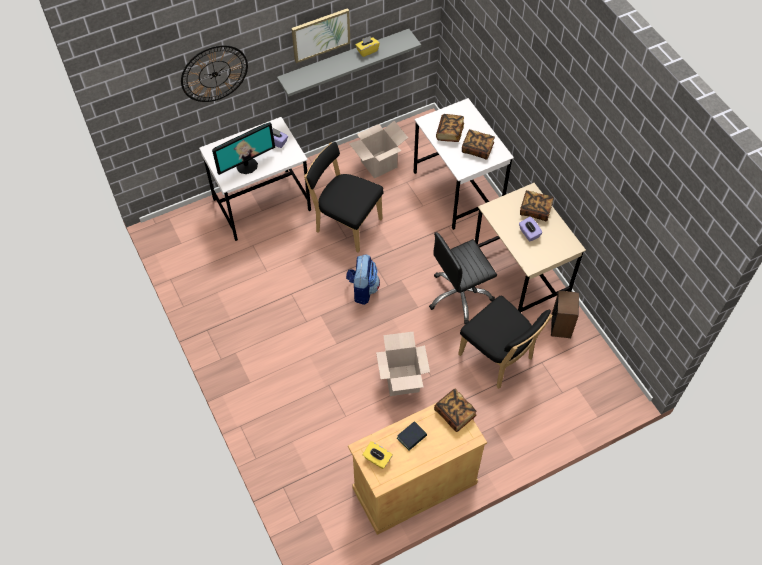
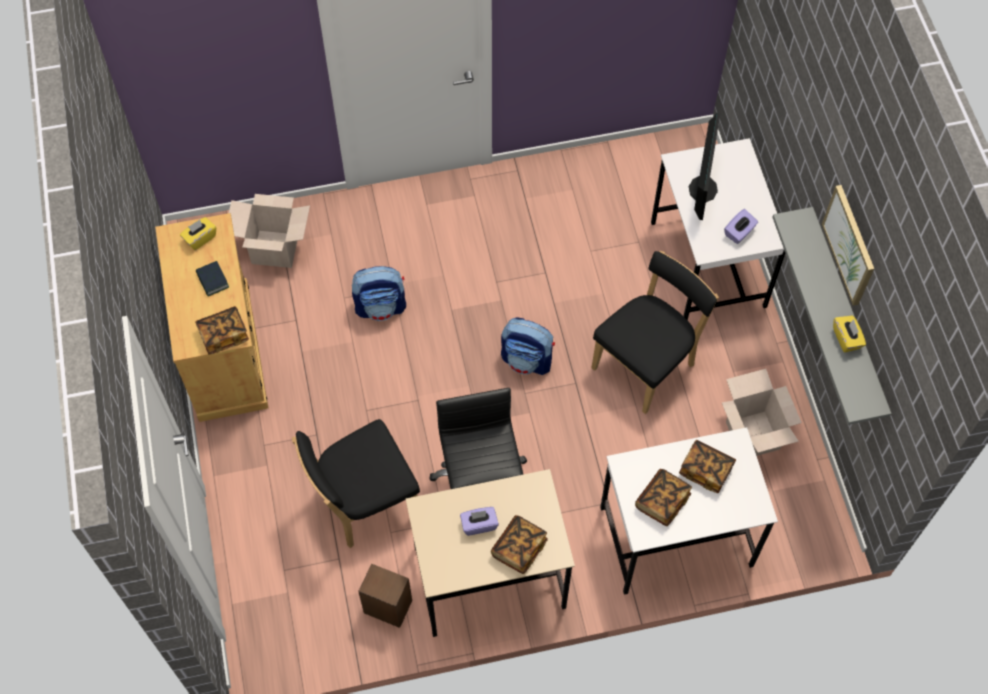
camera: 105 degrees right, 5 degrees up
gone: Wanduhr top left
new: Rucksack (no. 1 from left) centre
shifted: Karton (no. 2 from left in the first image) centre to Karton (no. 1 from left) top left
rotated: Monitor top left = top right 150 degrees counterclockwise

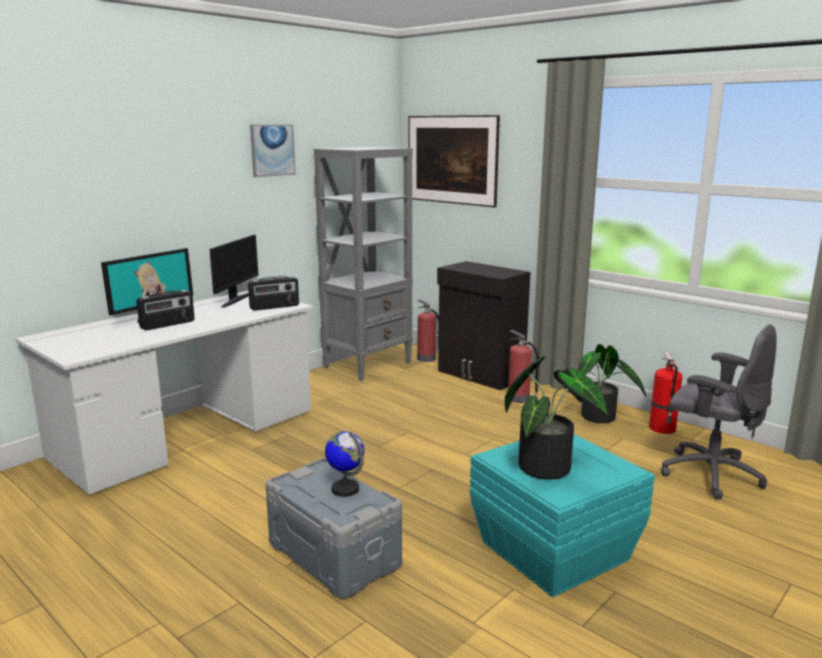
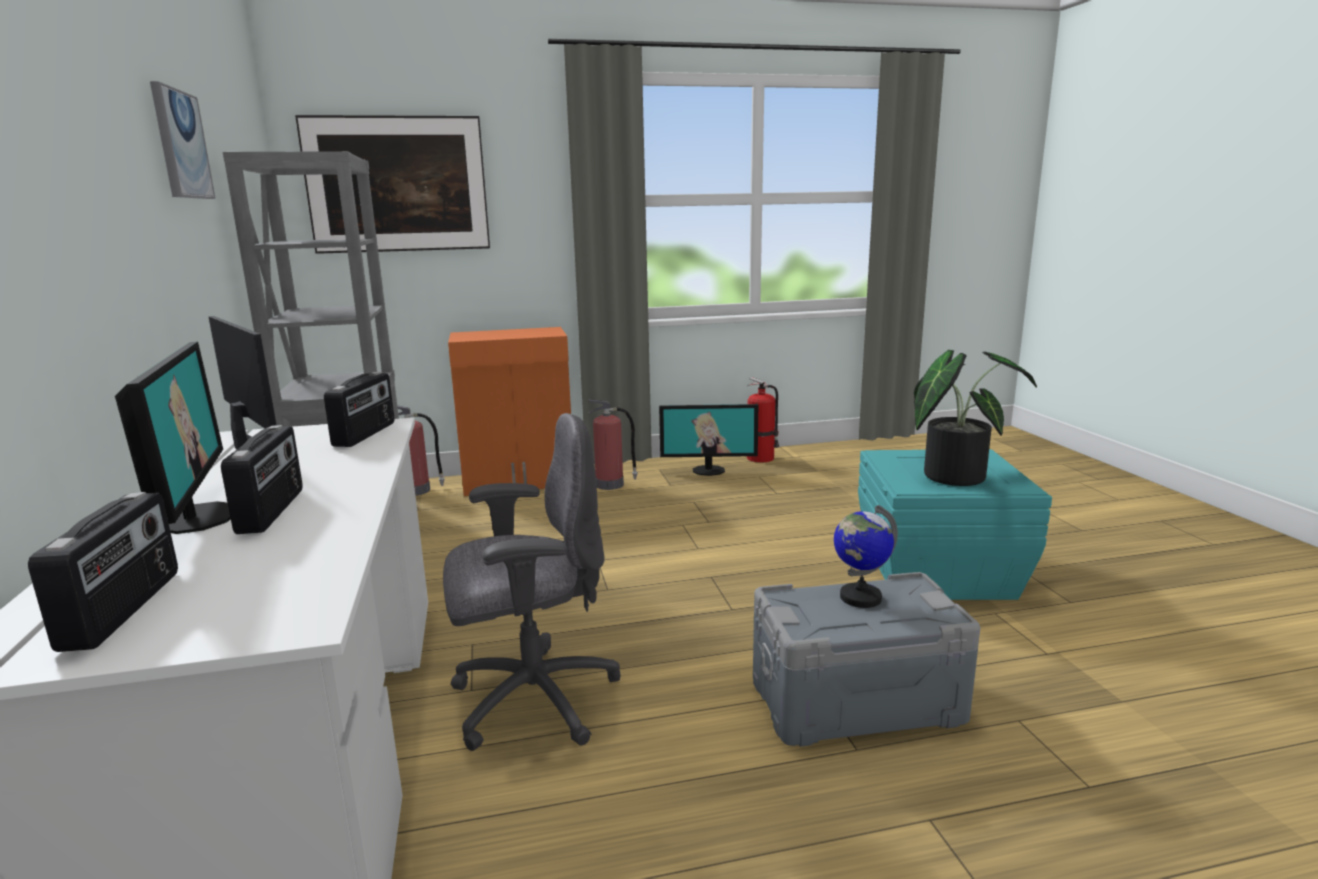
camera: 55 degrees left, 0 degrees up
new: Radio (no. 1 from left) middle left
shifted: Bürostuhl [grau] middle right to centre
swapped: Topfpflanze (no. 2 from left) middle right to Monitor (no. 3 from left) centre
repainted: Schrank [schwarz] centre to Schrank [orange] centre

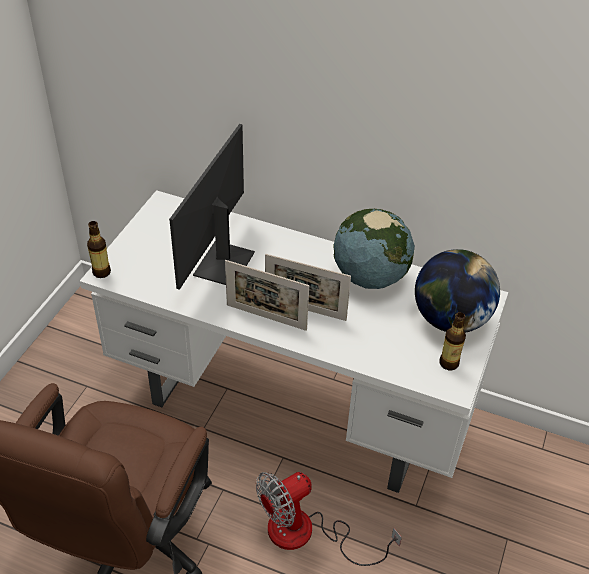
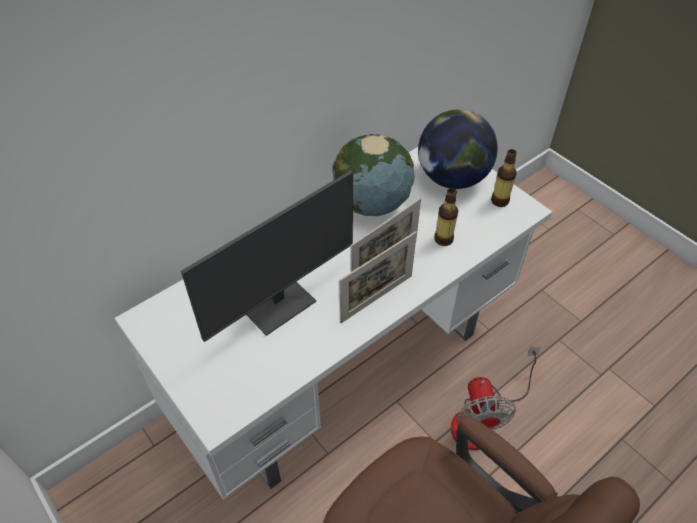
camera: 60 degrees left, 5 degrees up
shifted: Flasche (no. 1 from left) middle left to centre
rotated: Monitor centre = centre 90 degrees counterclockwise

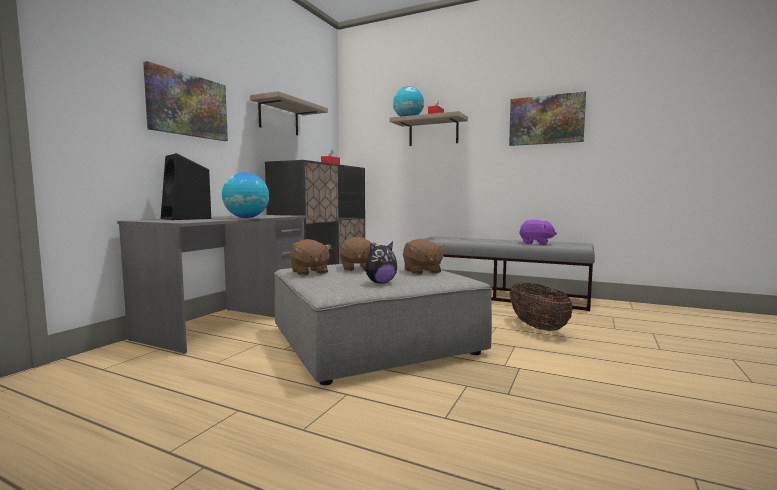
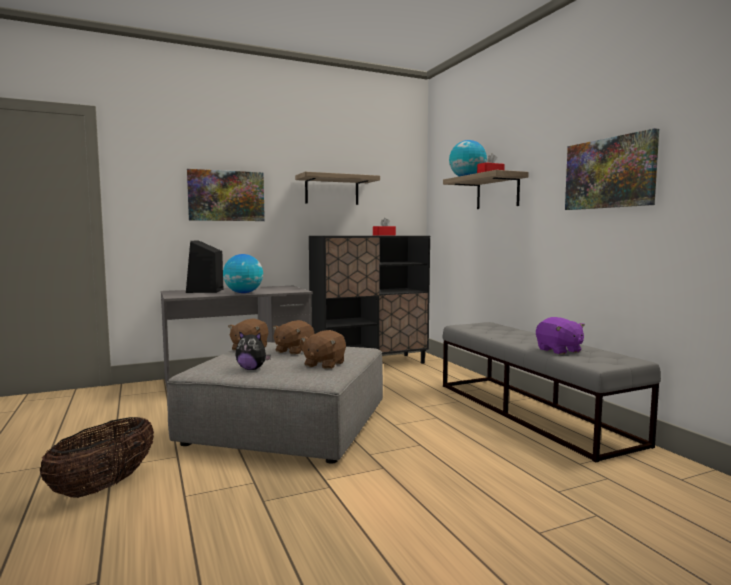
camera: 40 degrees right, 0 degrees up
shifted: Korb middle right to bottom left

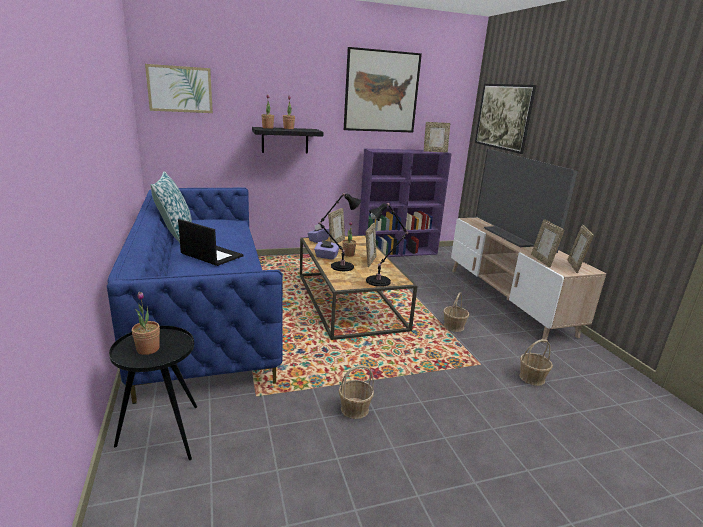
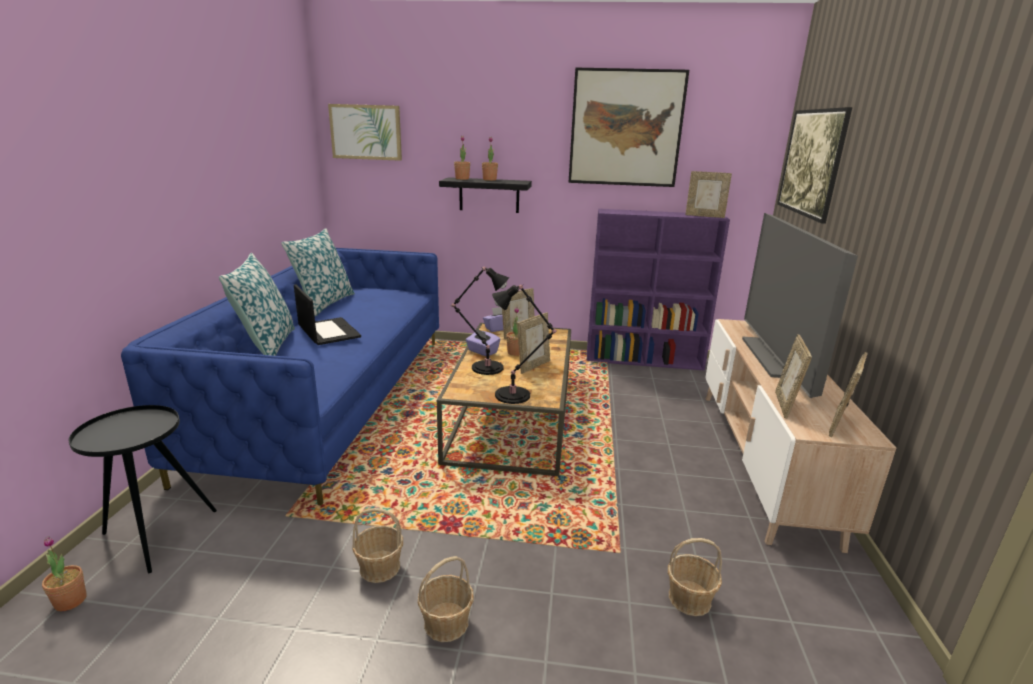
camera: 25 degrees right, 0 degrees up
new: Kissen (no. 1 from left) middle left
shifted: Topfpflanze (no. 1 from left) middle left to bottom left; Korb (no. 2 from left) centre to bottom centre

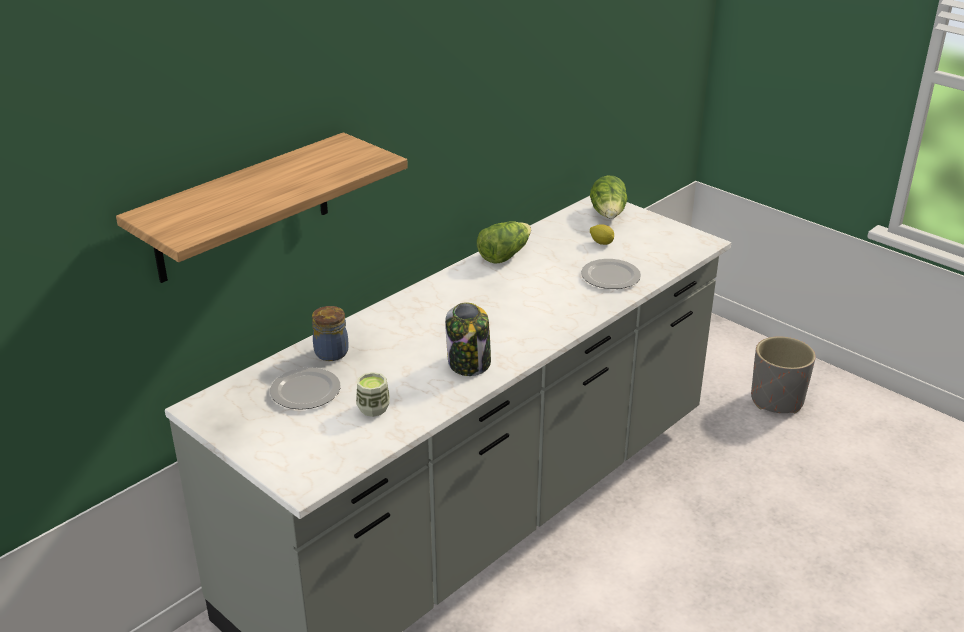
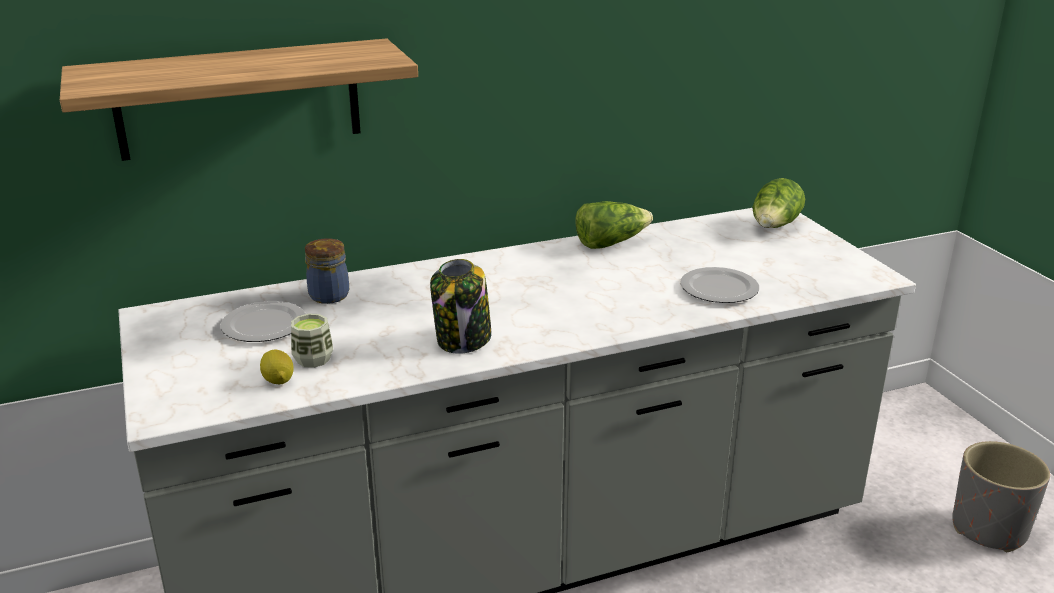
camera: 25 degrees right, 5 degrees down
shifted: Zitrone centre to middle left

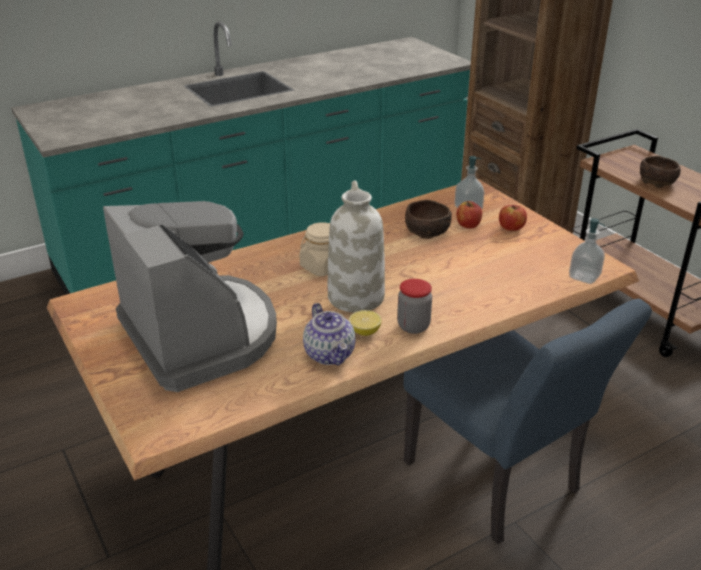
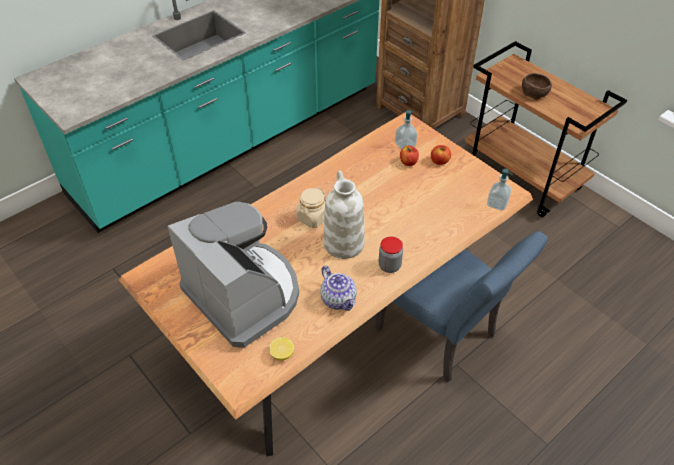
camera: 10 degrees left, 15 degrees up
gone: Schüssel [braun] (no. 1 from left) centre
shifted: Zitrone centre to bottom centre

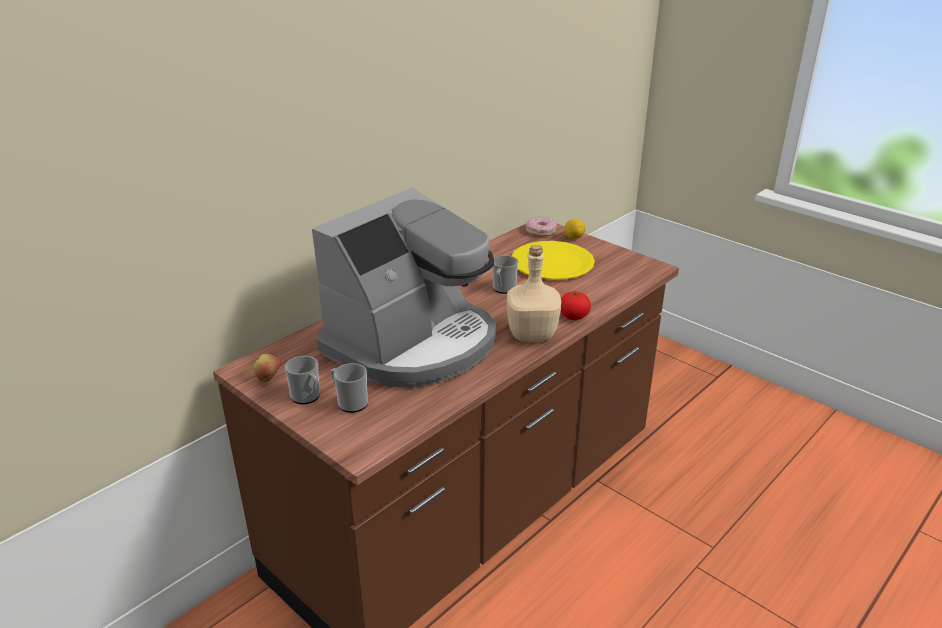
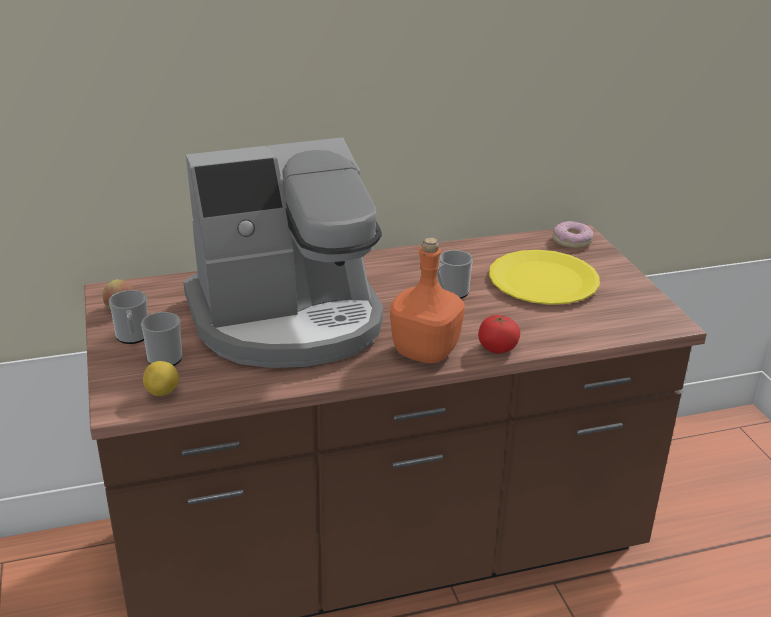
camera: 30 degrees right, 0 degrees up
shifted: Zitrone centre to middle left
repainted: Flasche [beige] centre to Flasche [orange] centre

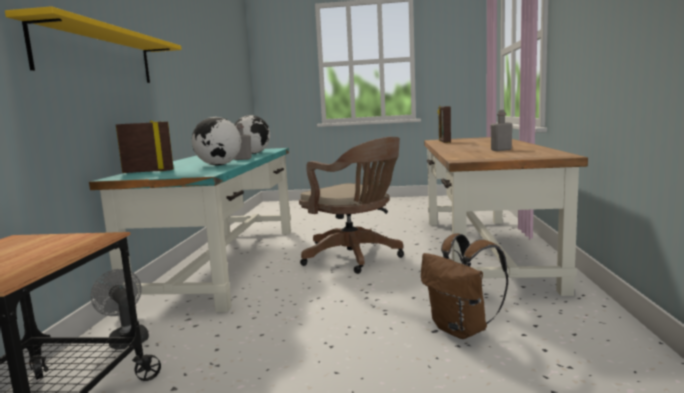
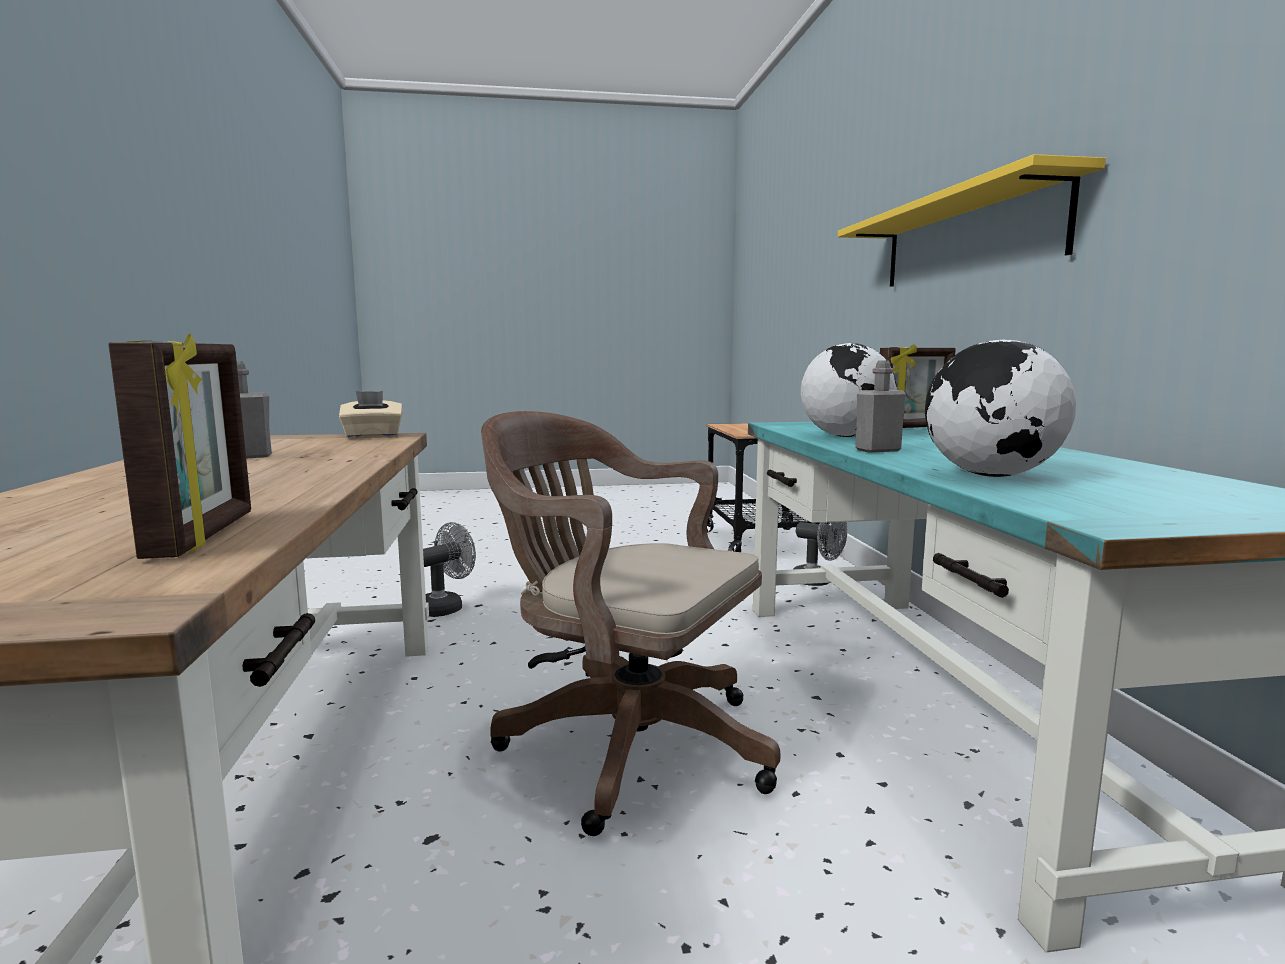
camera: 165 degrees right, 0 degrees up
new: Taschentuchbox [beige] middle left
swapped: Rucksack [braun] bottom right to Ventilator [grau] (no. 1 from left) centre

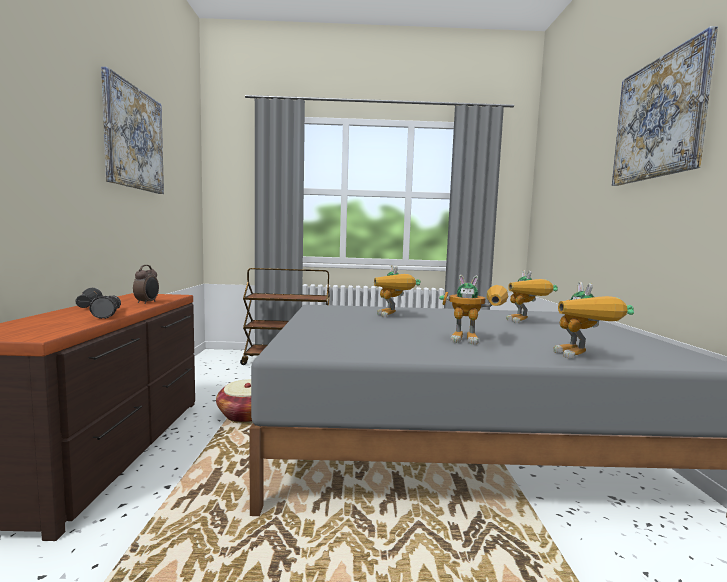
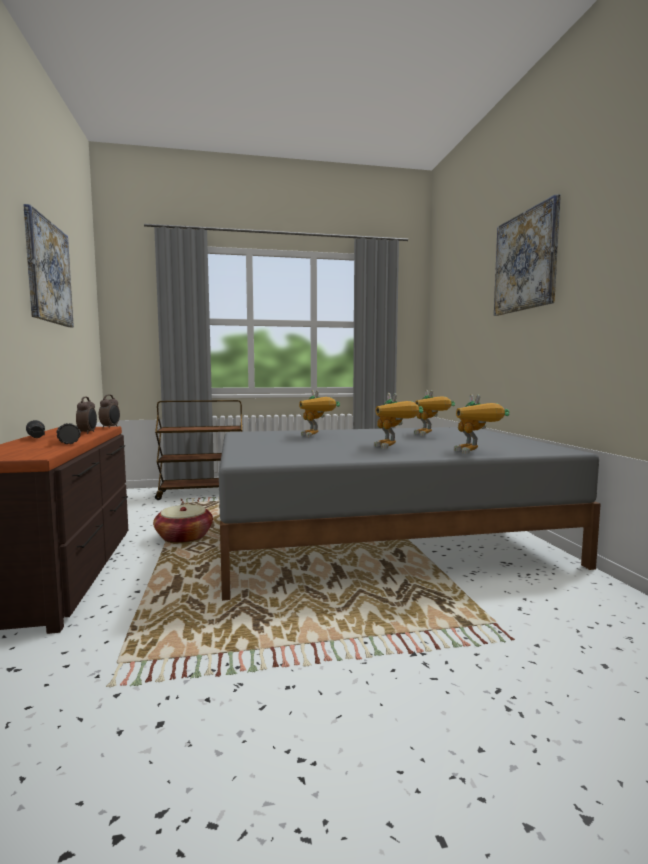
camera: 10 degrees left, 0 degrees up
new: Wecker (no. 2 from left) middle left
rotated: Spielzeugroboter (no. 2 from left) centre = centre 60 degrees clockwise

